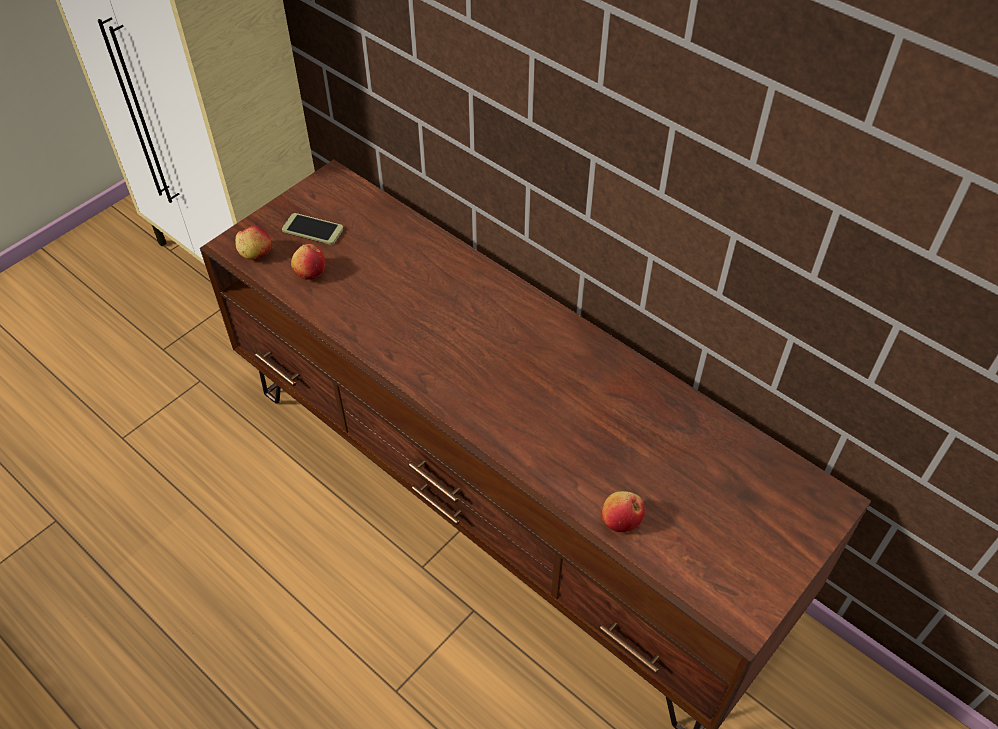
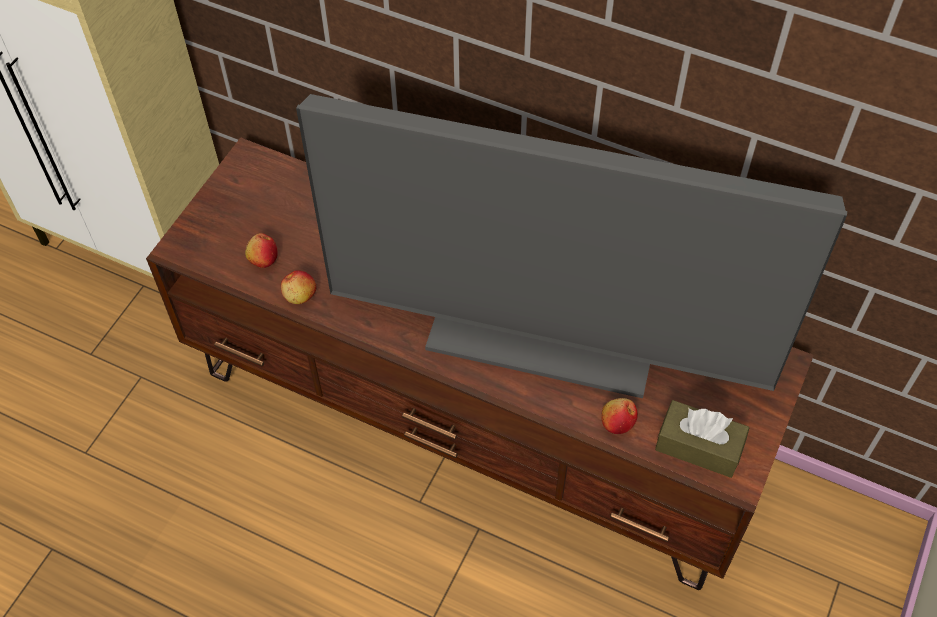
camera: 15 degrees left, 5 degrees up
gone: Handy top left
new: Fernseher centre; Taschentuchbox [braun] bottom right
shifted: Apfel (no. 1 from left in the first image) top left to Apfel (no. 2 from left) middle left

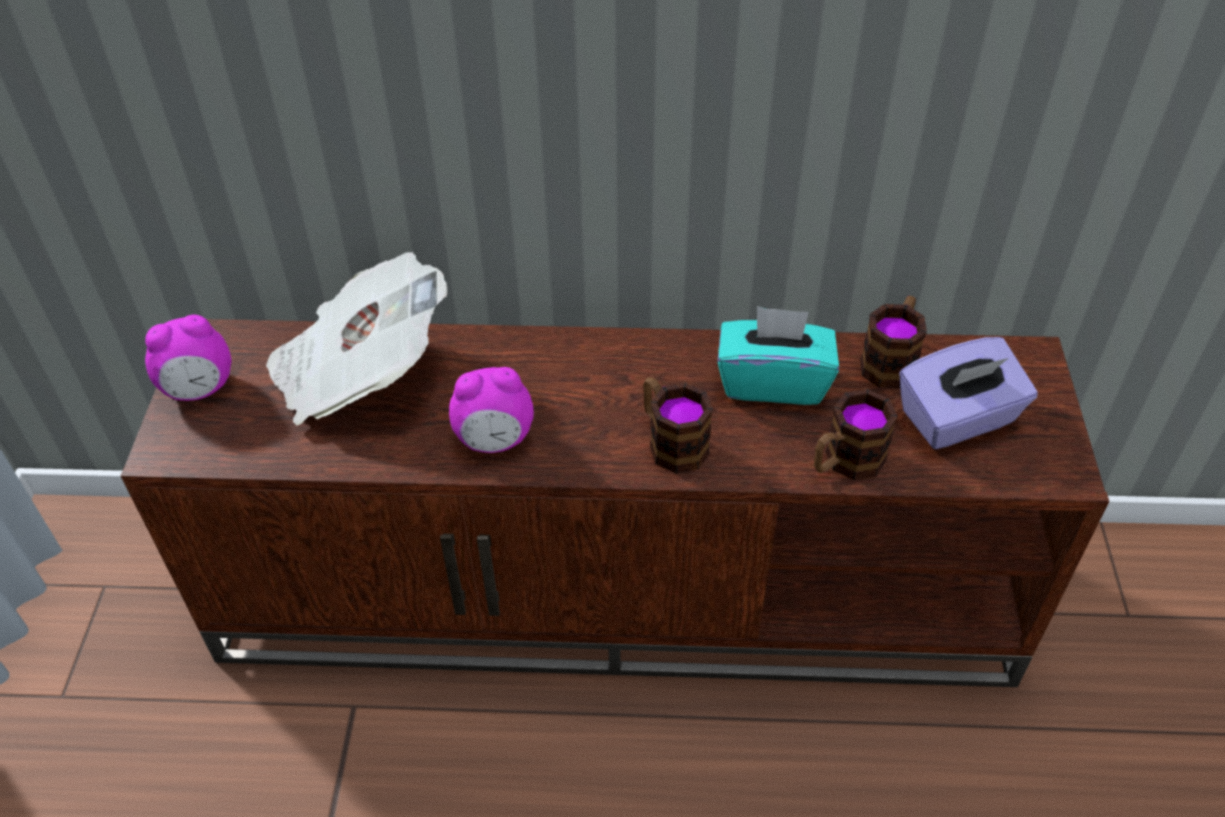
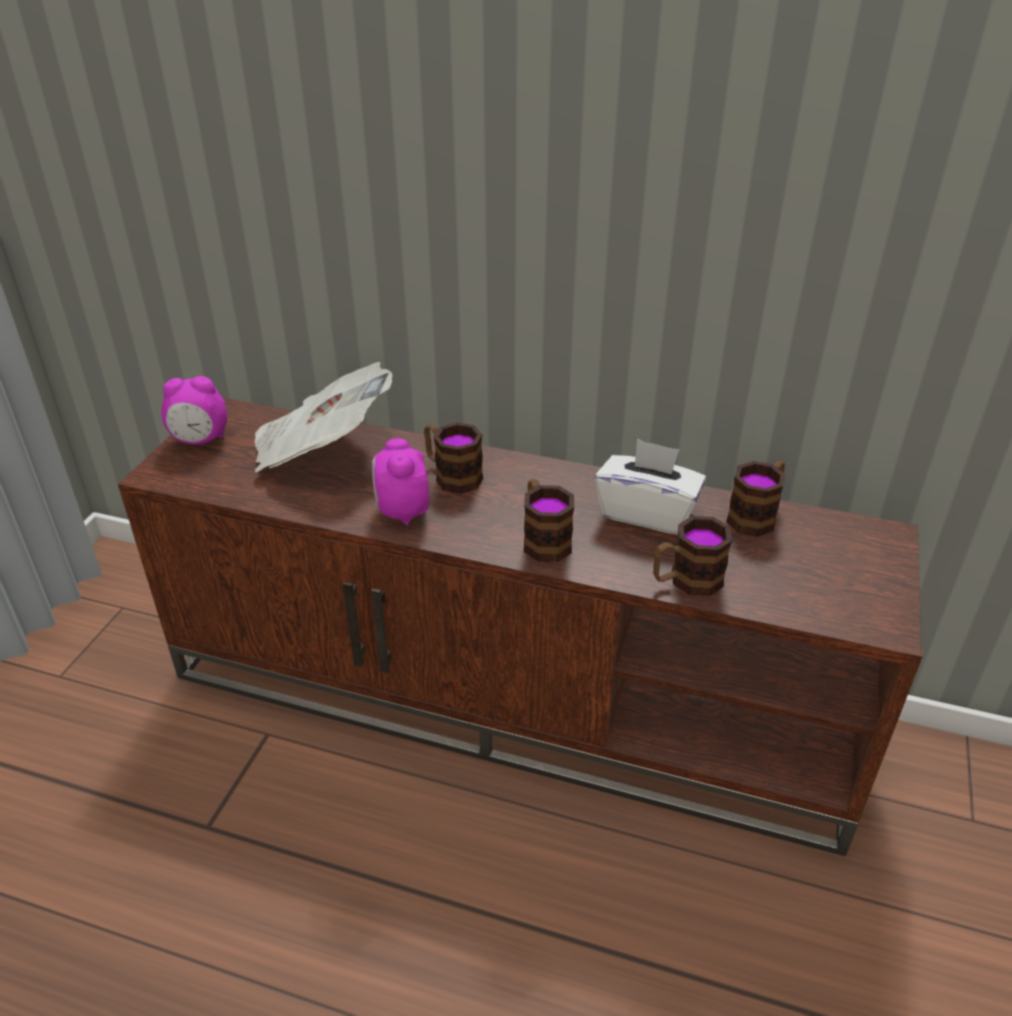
camera: 15 degrees right, 10 degrees down
gone: Taschentuchbox [lila] middle right
new: Henkelbecher (no. 1 from left) centre
repainted: Taschentuchbox [türkis] centre to Taschentuchbox [weiß] centre
rotated: Wecker (no. 2 from left) centre = centre 75 degrees clockwise

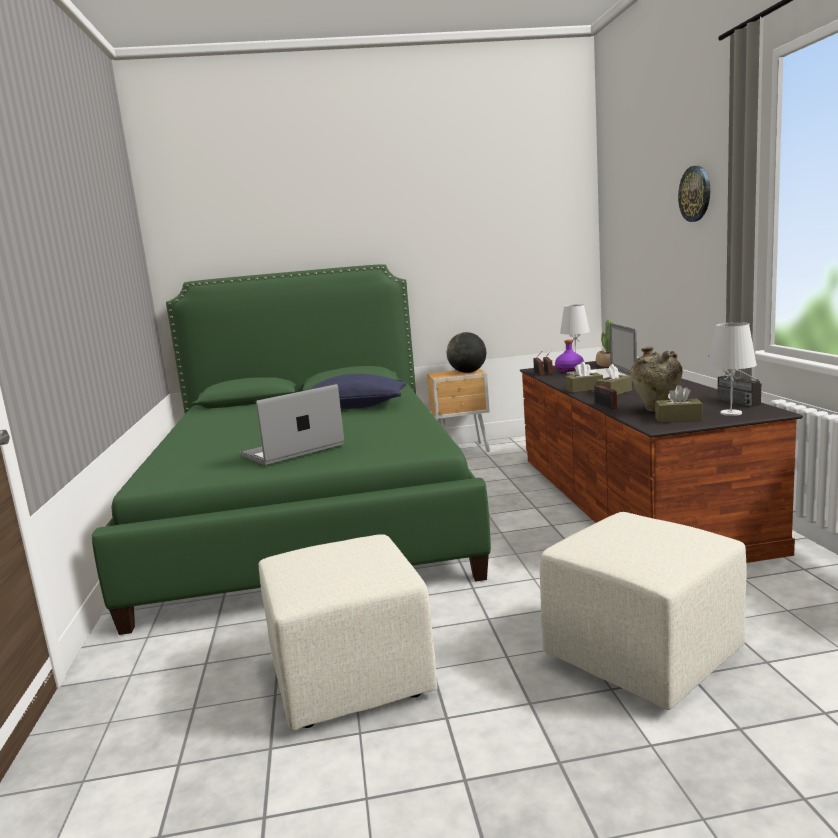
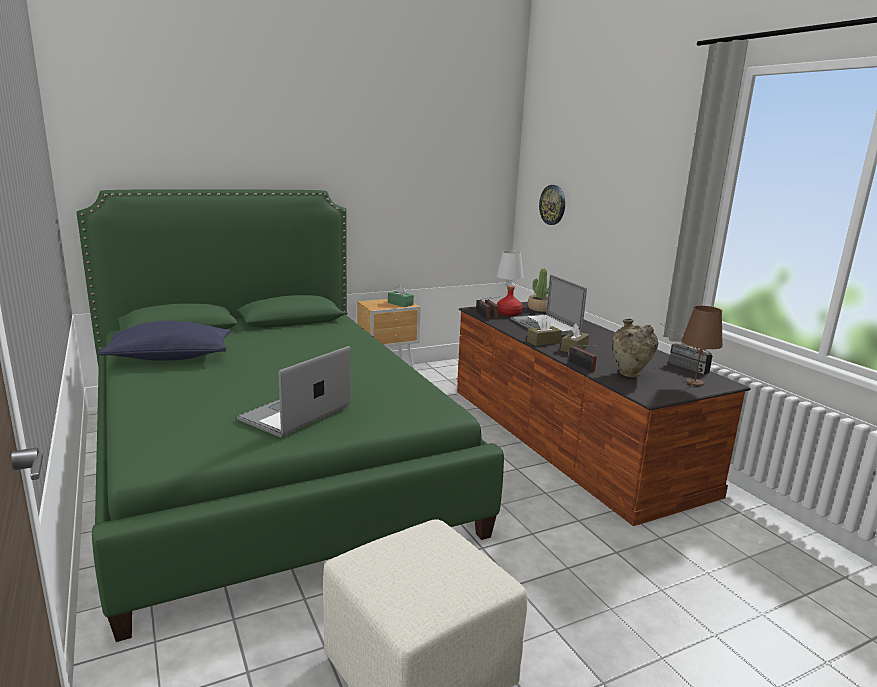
camera: 20 degrees left, 5 degrees up
gone: Polsterhocker [beige] (no. 2 from left) bottom right; Taschentuchbox [braun] (no. 3 from left) middle right
shifted: Kissen [blau] centre to middle left; Wanduhr top right to top centre
swapped: Globus centre to Taschentuchbox [grün] centre
repainted: Flasche [lila] middle right to Flasche [rot] centre; Tischlampe [weiß] (no. 2 from left) middle right to Tischlampe [braun] middle right

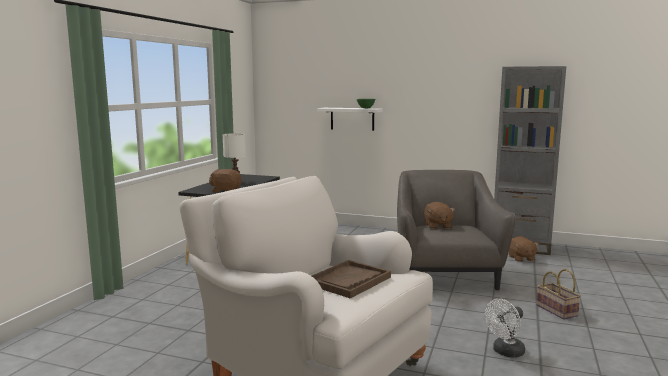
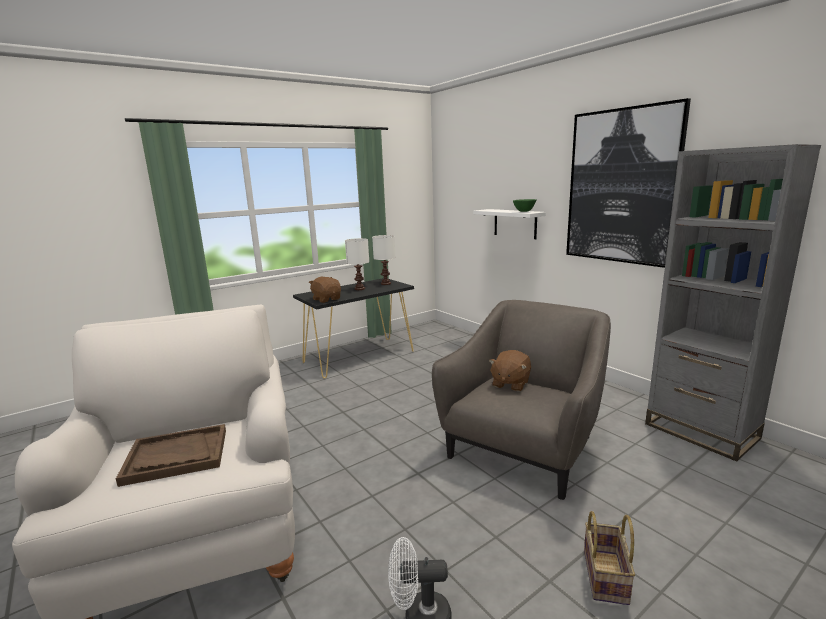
camera: 35 degrees right, 5 degrees up
gone: Plüschtier [braun] (no. 3 from left) middle right
new: Tischlampe [weiß] (no. 2 from left) centre; Bild top right

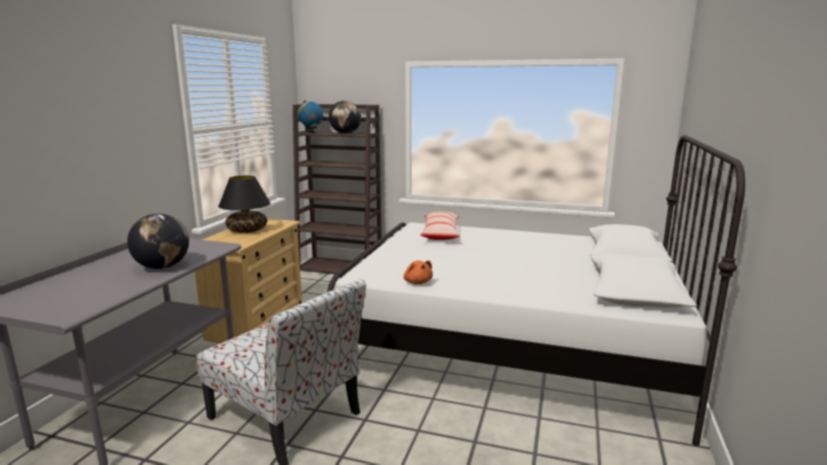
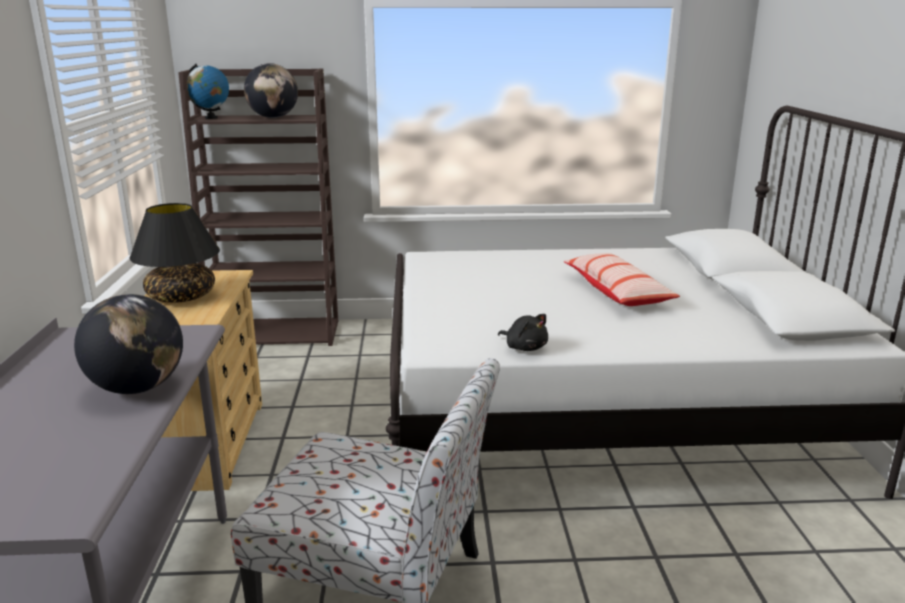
camera: 20 degrees left, 5 degrees up
shifted: Kissen centre to middle right
repainted: Plüschtier [orange] centre to Plüschtier [schwarz] centre

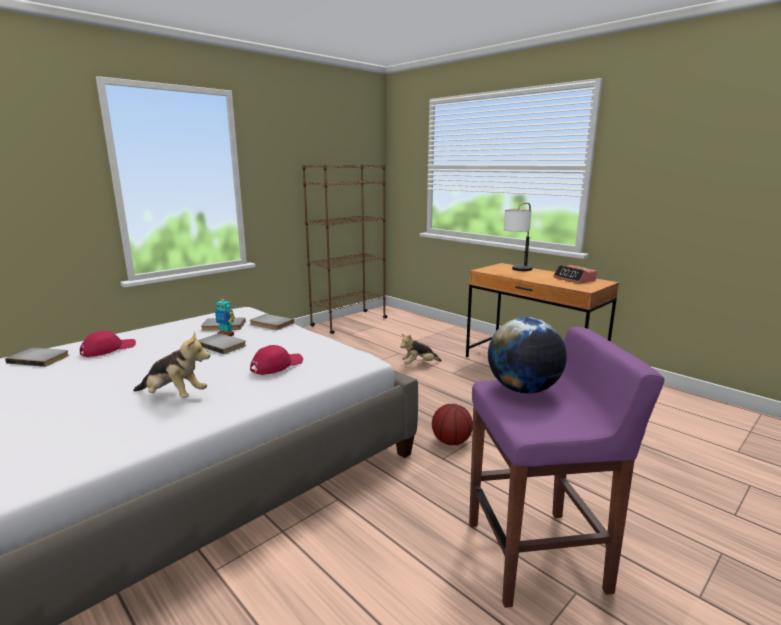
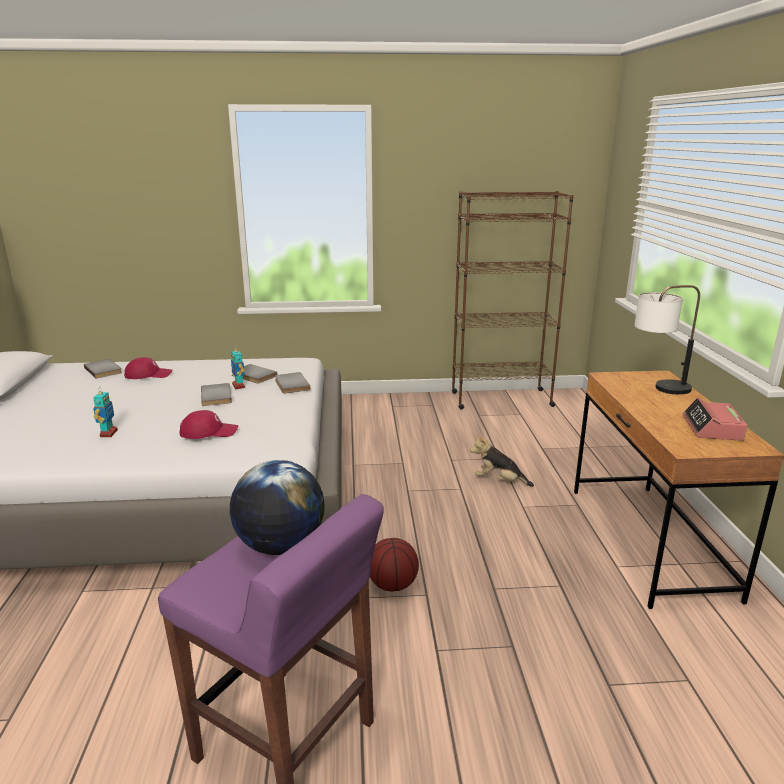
camera: 40 degrees right, 5 degrees up
swapped: Plüschtier (no. 1 from left) middle left to Spielzeugroboter (no. 1 from left) middle left

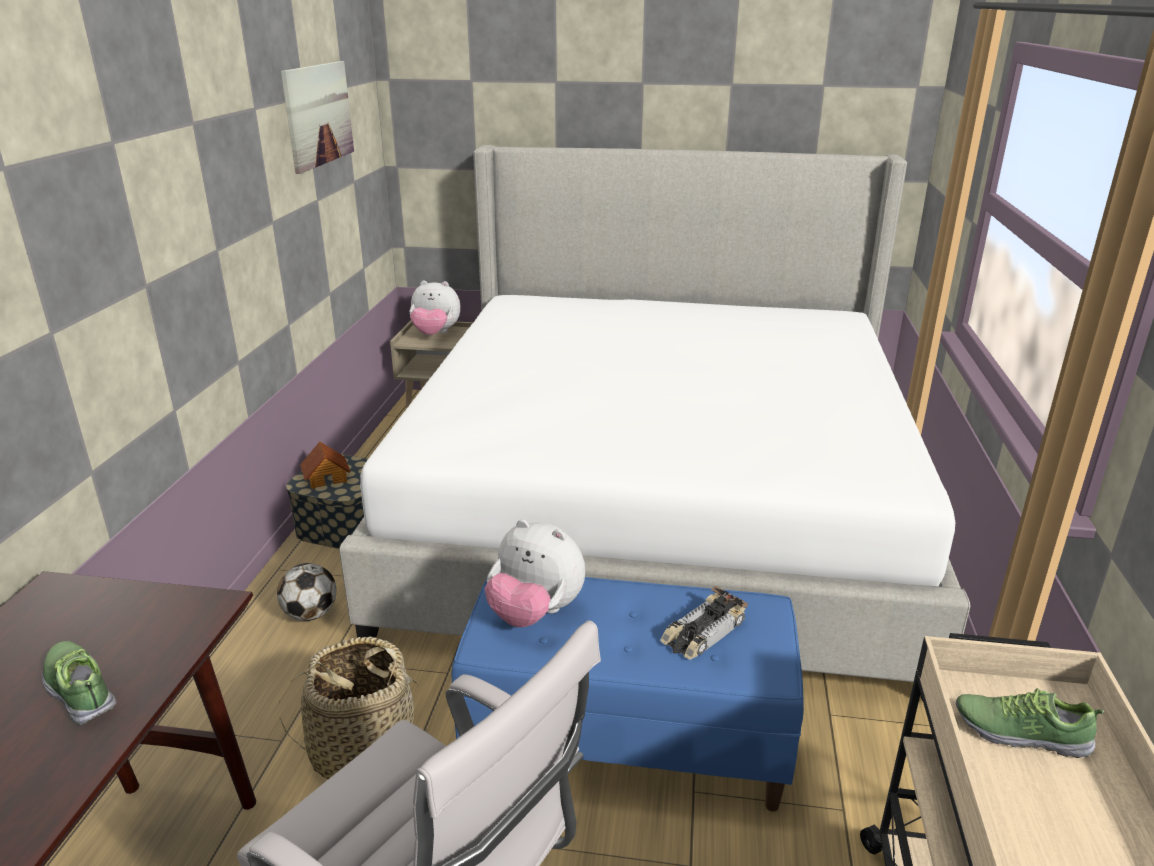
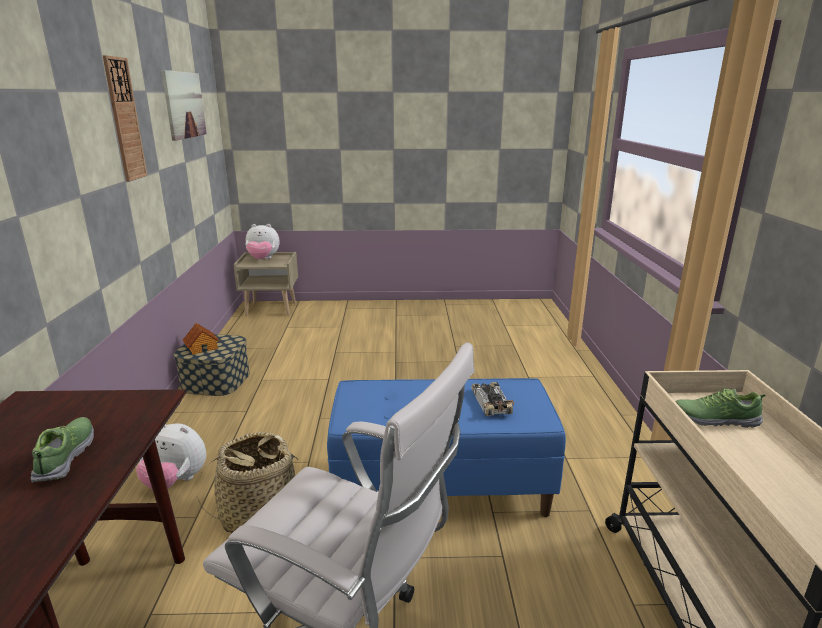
camera: 10 degrees left, 5 degrees down
gone: Fußball bottom left; Bett centre
new: Wanduhr top left
shifted: Plüschtier (no. 2 from left in the first image) centre to Plüschtier (no. 1 from left) bottom left
rotated: Schuh (no. 1 from left) bottom left = bottom left 45 degrees clockwise; Spielzeugauto bottom centre = centre 135 degrees clockwise

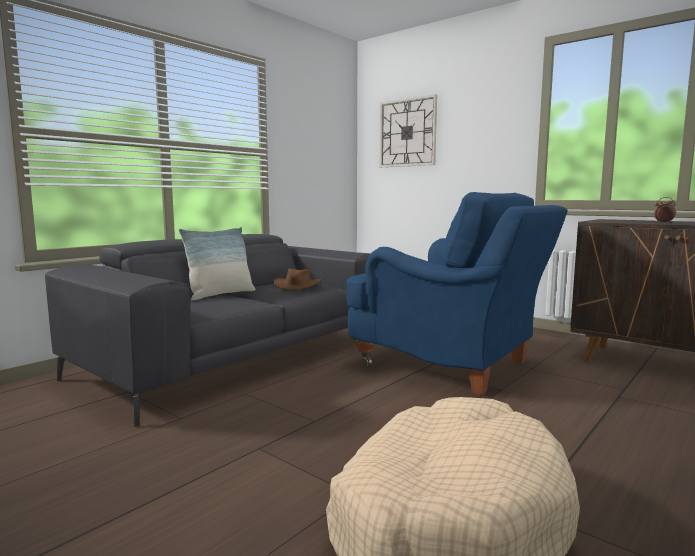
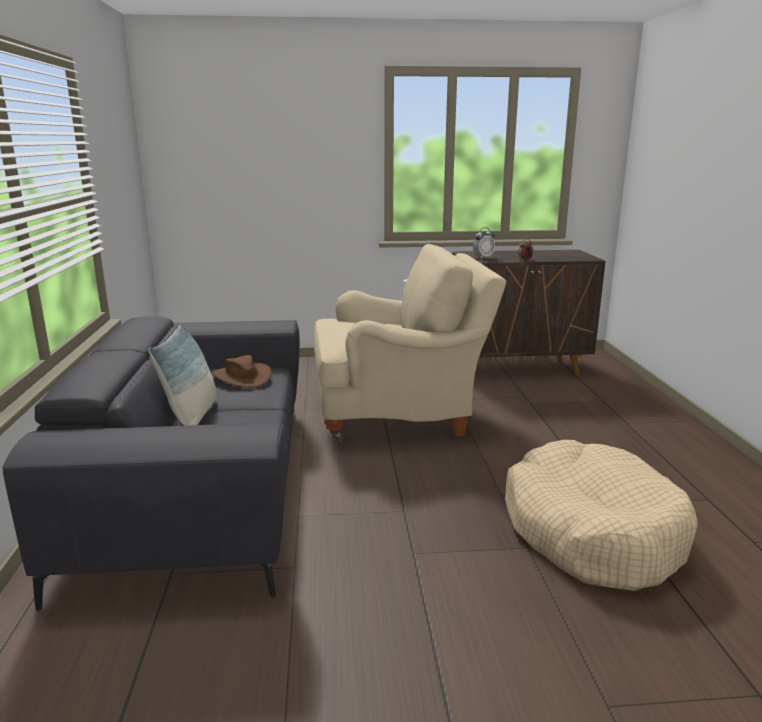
camera: 45 degrees left, 10 degrees up
gone: Wanduhr top centre
new: Wecker (no. 1 from left) centre
repainted: Sessel [blau] centre to Sessel [beige] centre

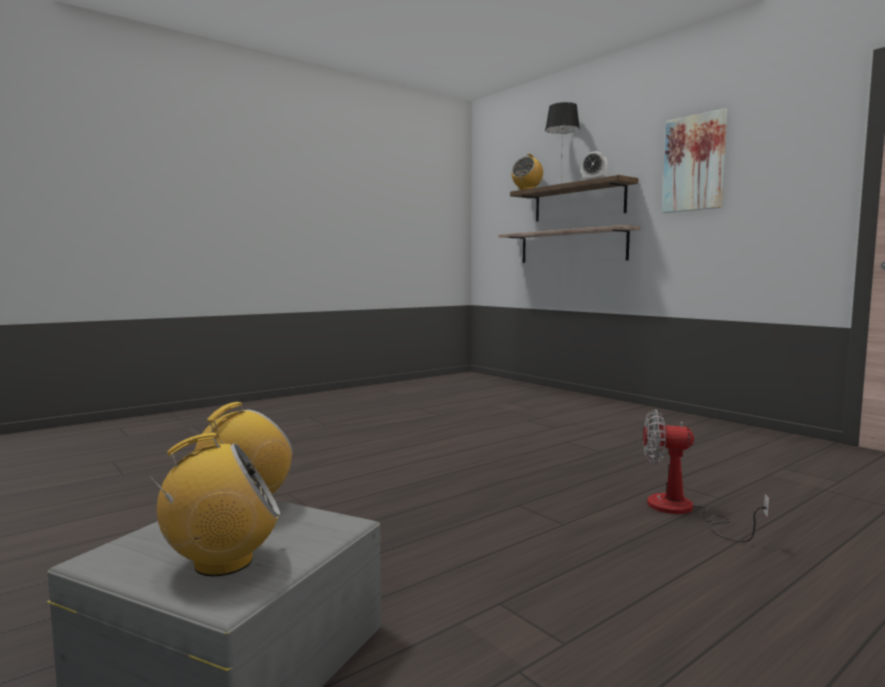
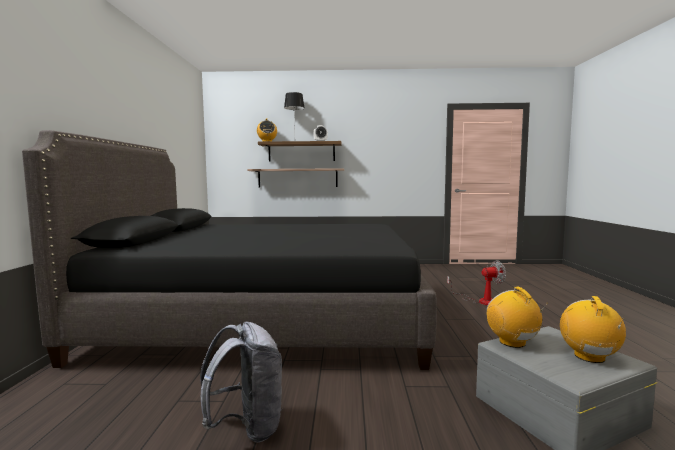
camera: 50 degrees left, 0 degrees up
gone: Bild top right
new: Bett [schwarz] centre; Rucksack [grau] bottom centre
rotated: Ventilator bottom right = middle right 150 degrees counterclockwise

